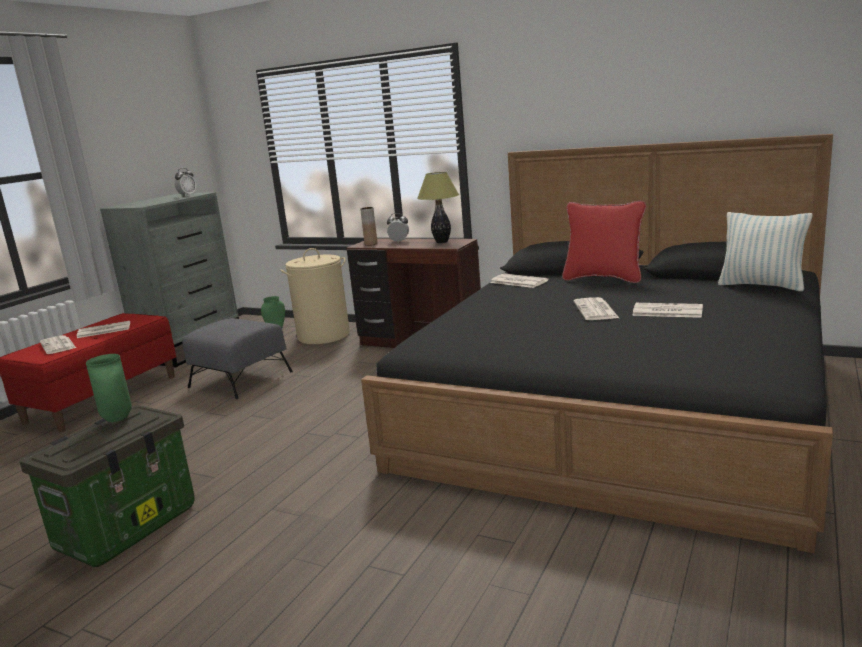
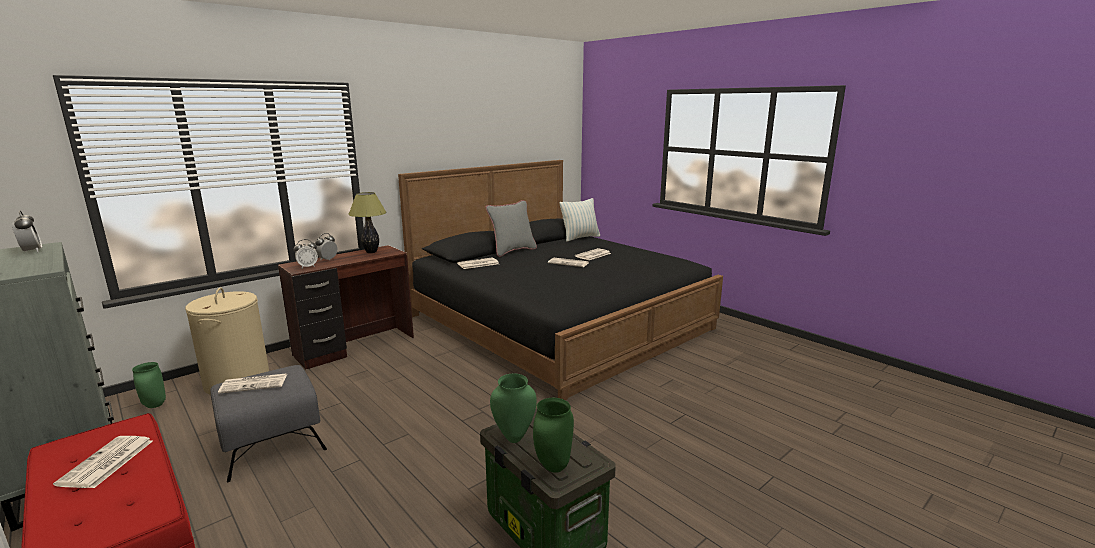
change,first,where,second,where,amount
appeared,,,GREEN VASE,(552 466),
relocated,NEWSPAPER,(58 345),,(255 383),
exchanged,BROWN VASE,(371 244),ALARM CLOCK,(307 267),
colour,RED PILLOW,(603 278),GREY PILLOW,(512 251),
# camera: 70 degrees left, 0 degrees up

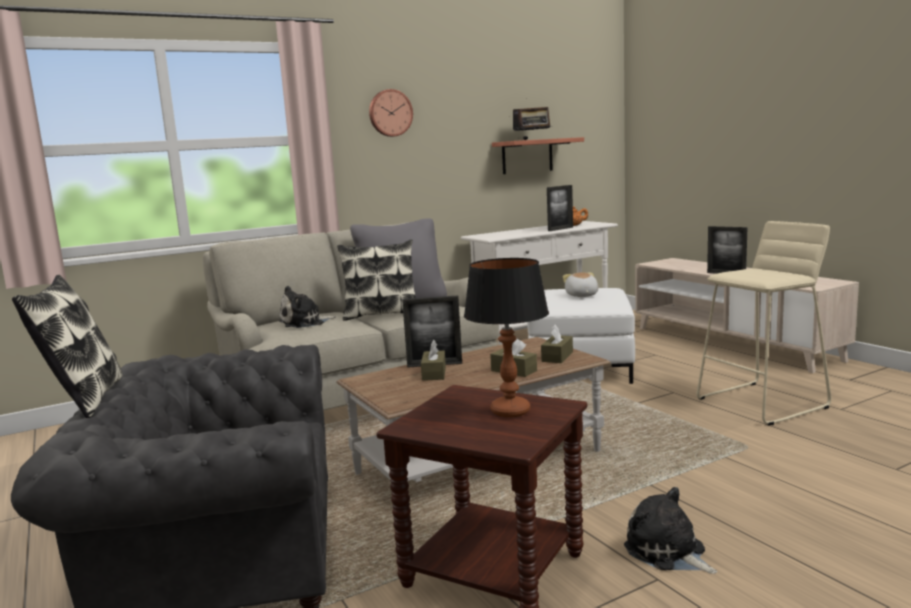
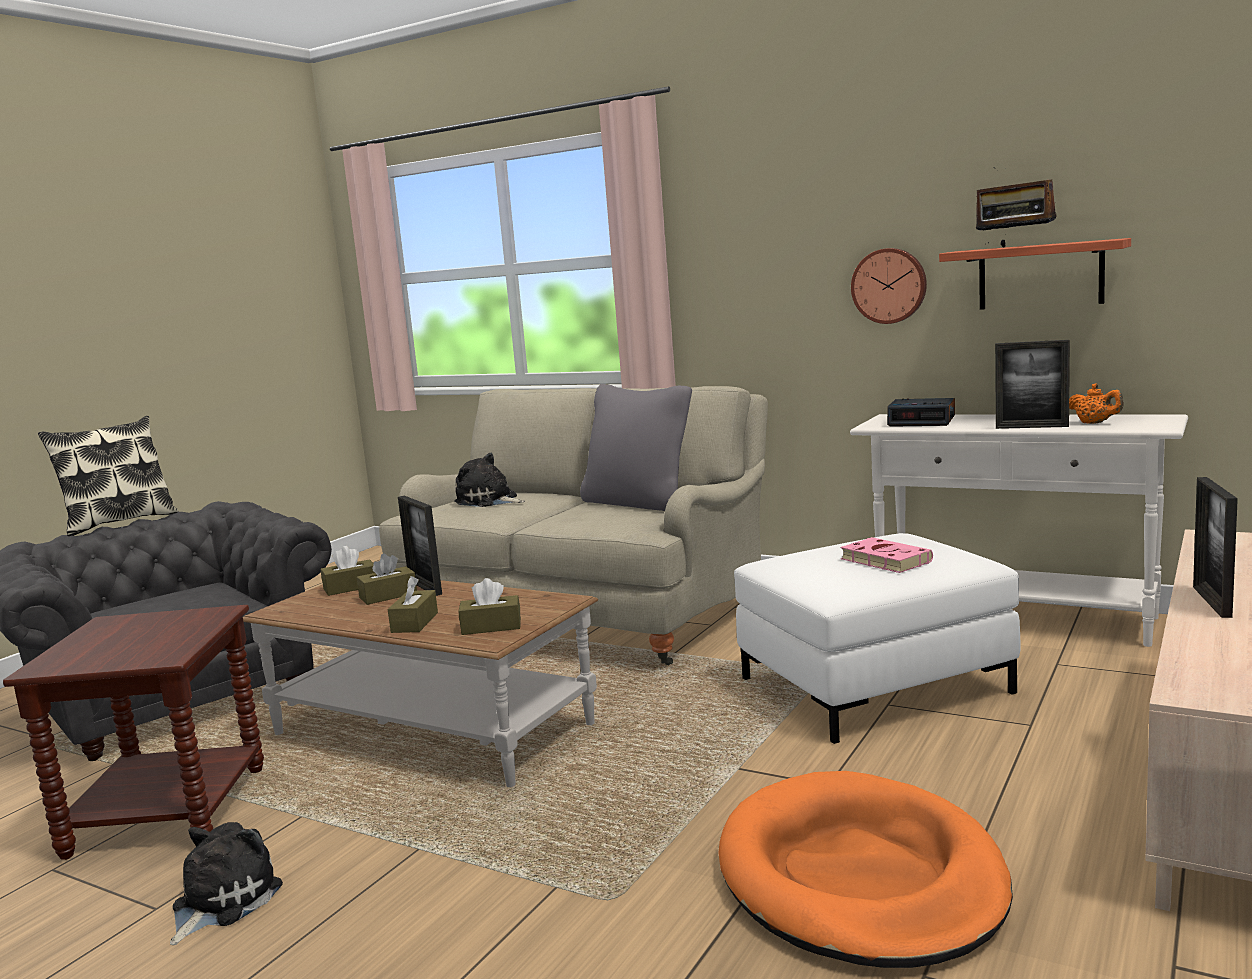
change,first,where,second,where,amount
missing,PILLOW,(381 314),,,
missing,TABLE LAMP,(510 411),,,
appeared,,,BROWN TISSUE BOX,(350 587),
appeared,,,ALARM CLOCK,(922 421),
relocated,WALL CLOCK,(390 113),,(889 285),
exchanged,PLUSH TOY,(581 295),PINK BOOK,(883 560),
exchanged,BEIGE STOOL,(762 403),ORANGE DOG BED,(860 877),
# camera: 60 degrees right, 0 degrees up

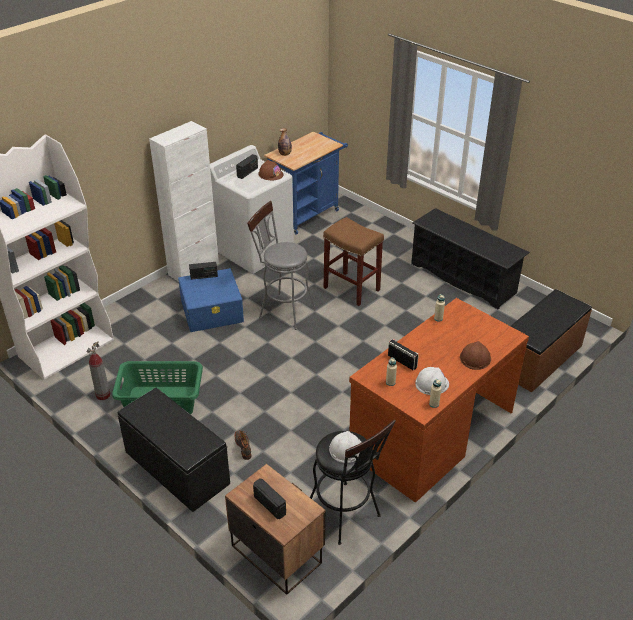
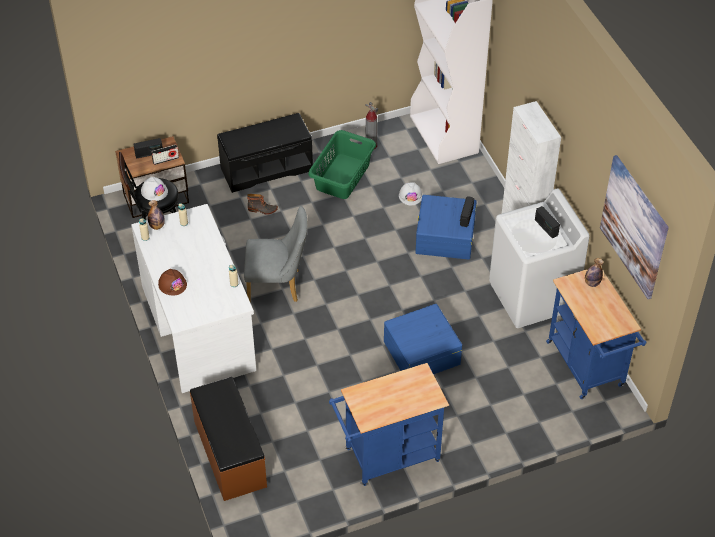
change,first,where,second,where,amount
missing,GREY STOOL,(282 310),,,
missing,BROWN HARD HAT,(270 174),,,
appeared,,,BOTTLE,(157 226),
appeared,,,GREY CHAIR,(278 286),
appeared,,,PICTURE,(634 227),
relocated,RADIO,(402 361),,(165 160),
relocated,WHITE HARD HAT,(431 383),,(410 196),
exchanged,BROWN STOOL,(352 289),BLUE STORAGE BOX,(421 352),
exchanged,BLACK SHOE RACK,(463 278),BLUE CART,(386 457),
colour,BROWN DESK,(431 432),WHITE DESK,(198 327),
# camera: 115 degrees right, 10 degrees up

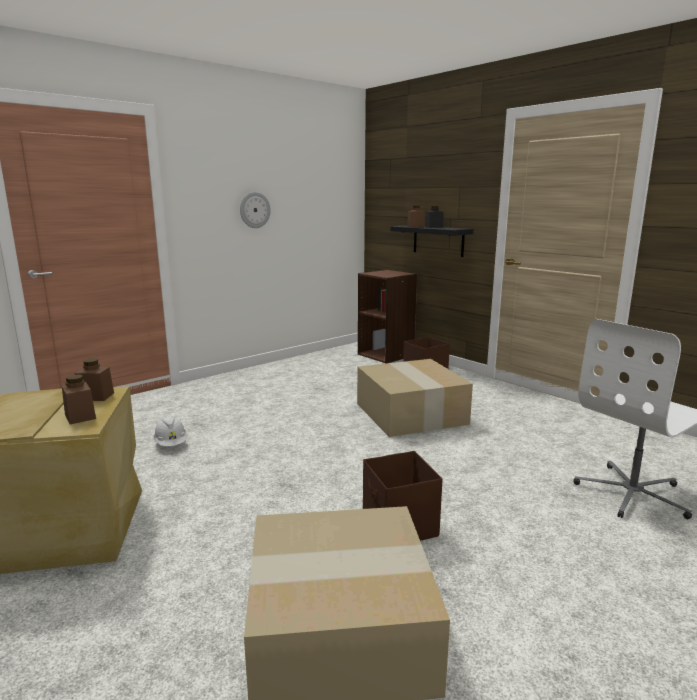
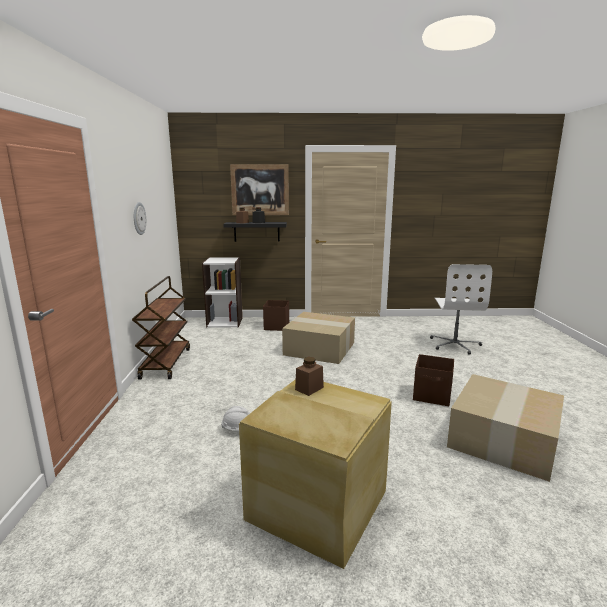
change,first,where,second,where,amount
missing,BROWN JAR,(80 416),,,
appeared,,,BROWN CART,(165 363),
appeared,,,PICTURE,(260 190),
colour,BROWN BOOKCASE,(386 355),WHITE BOOKCASE,(225 322),
# camera: 50 degrees left, 0 degrees up

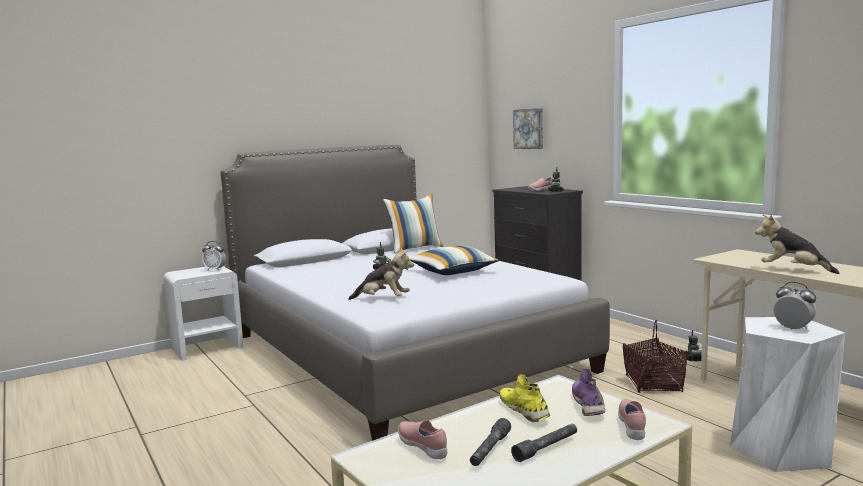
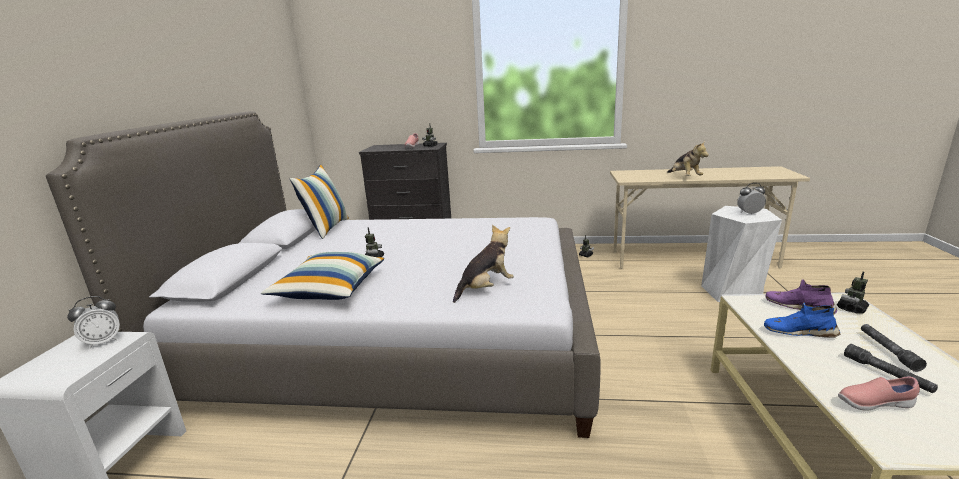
change,first,where,second,where,amount
missing,PICTURE,(529 128),,,
missing,BASKET,(653 384),,,
relocated,PILLOW,(452 272),,(329 289),
exchanged,PINK SHOE,(633 426),TOY ROBOT,(851 309),
colour,YELLOW SHOE,(525 410),BLUE SHOE,(798 332),
spun,PLUSH TOY,(792 270),,(684 177),90 degrees counterclockwise
# camera: 50 degrees left, 10 degrees up

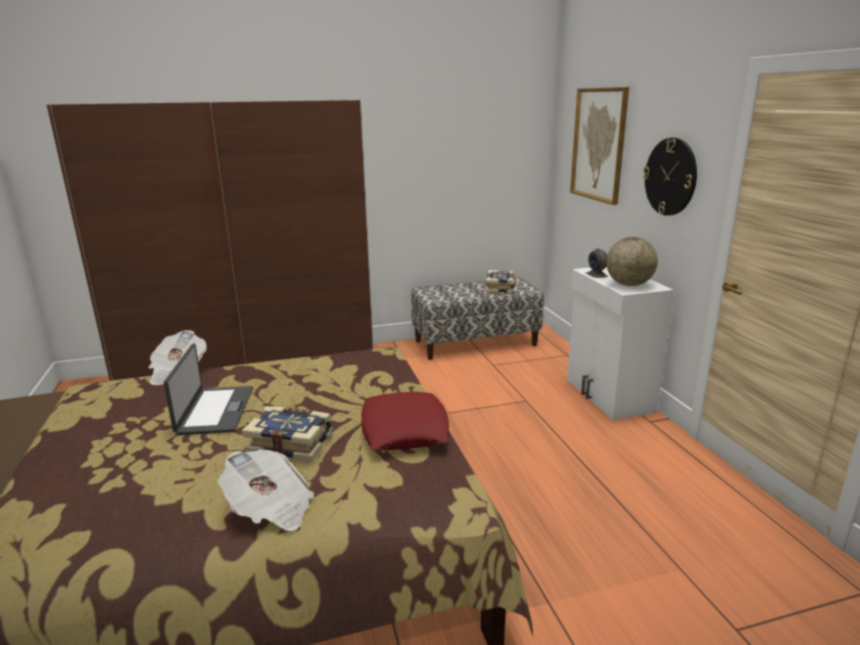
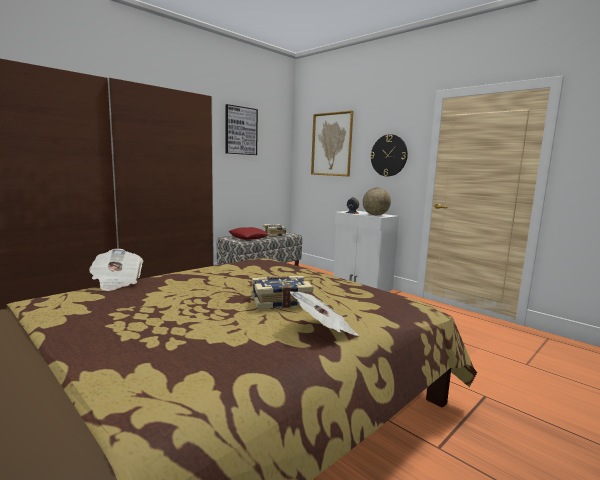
change,first,where,second,where,amount
missing,LAPTOP,(214 410),,,
appeared,,,PICTURE,(241 131),
relocated,RED PILLOW,(404 429),,(248 237),
# camera: 30 degrees left, 10 degrees down

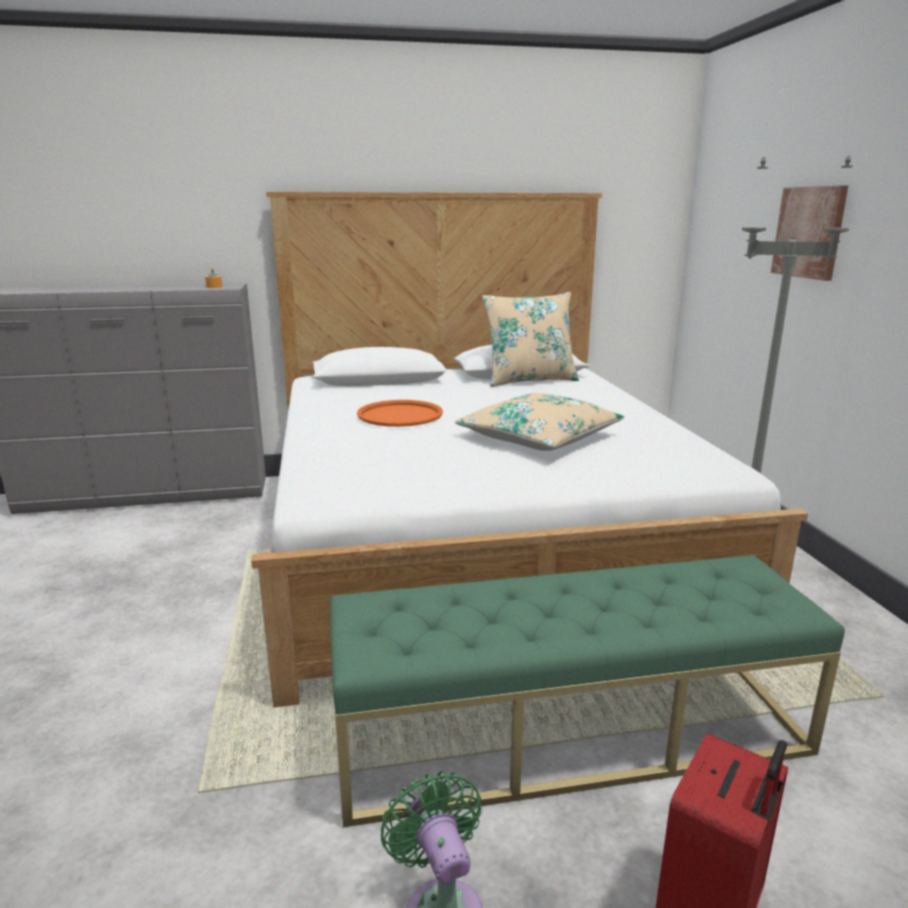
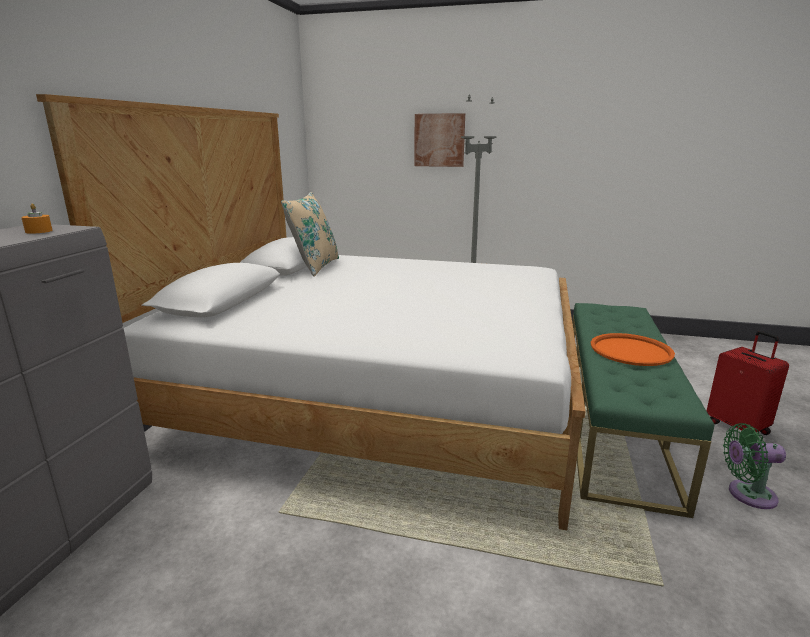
change,first,where,second,where,amount
missing,BEIGE PILLOW,(539 438),,,
relocated,ORANGE TRAY,(400 415),,(631 350),
# camera: 65 degrees left, 0 degrees up

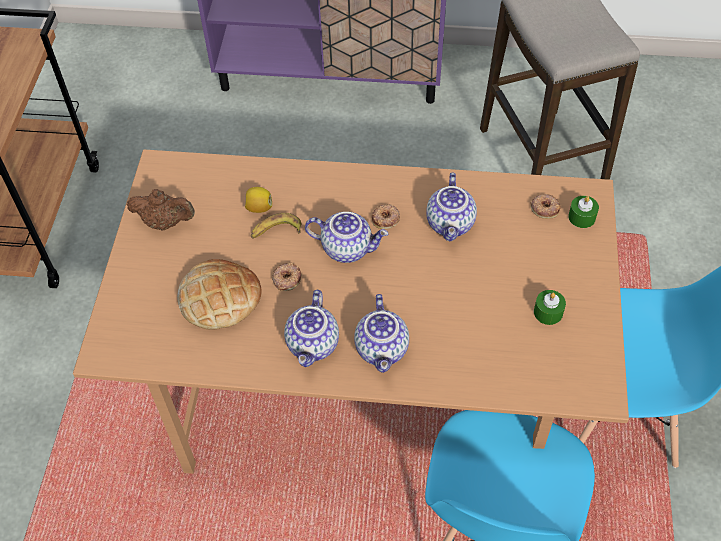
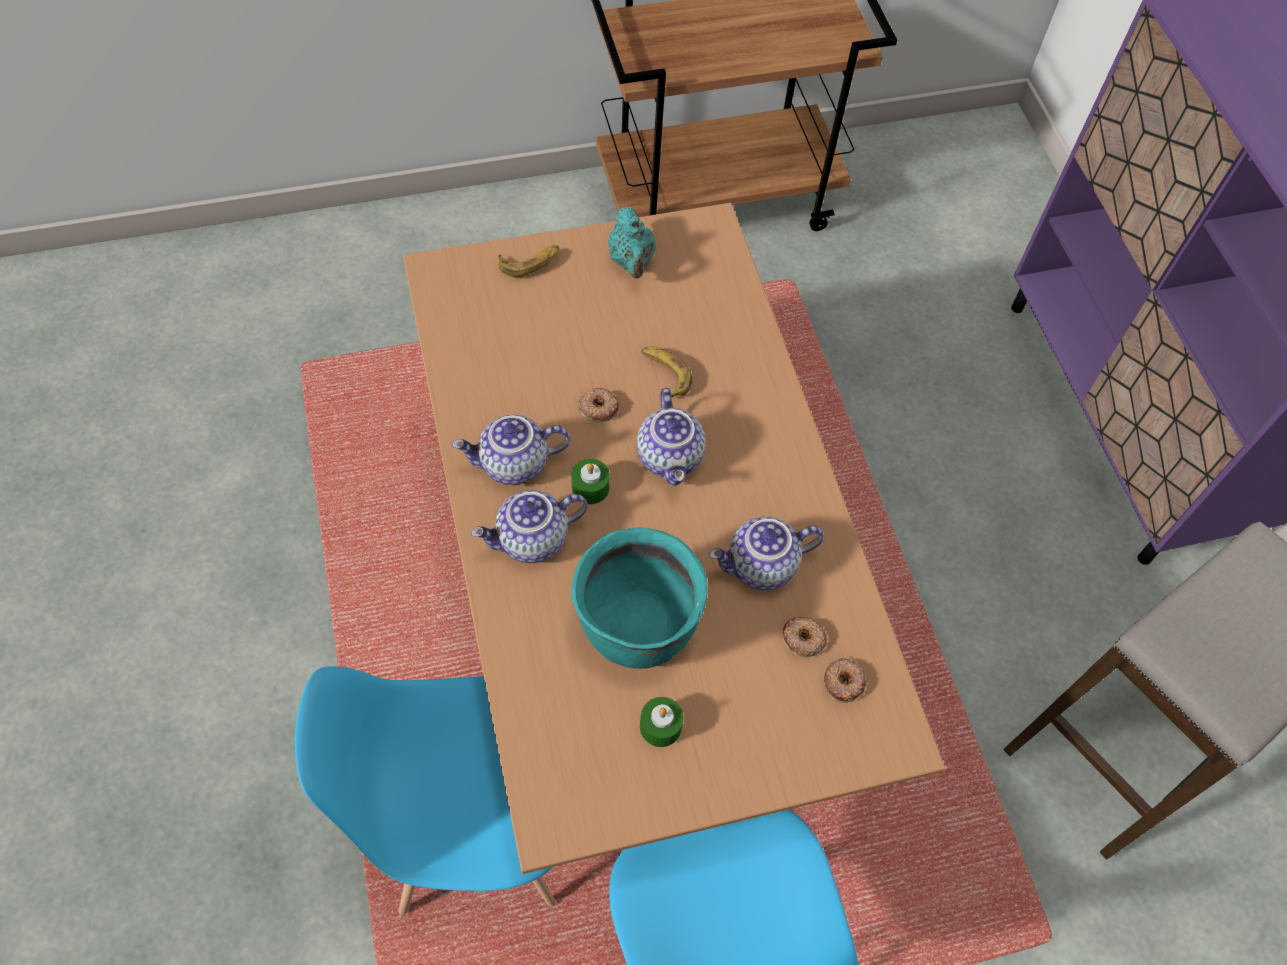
change,first,where,second,where,amount
missing,BREAD,(219 298),,,
missing,LEMON,(259 208),,,
appeared,,,BANANA,(530 263),
appeared,,,TURQUOISE COOKING POT,(636 626),
relocated,DONUT,(386 218),,(803 639),
relocated,GREEN CANDLE,(581 217),,(590 487),
colour,BROWN TEAPOT,(165 222),TURQUOISE TEAPOT,(631 261),
# camera: 65 degrees right, 5 degrees up

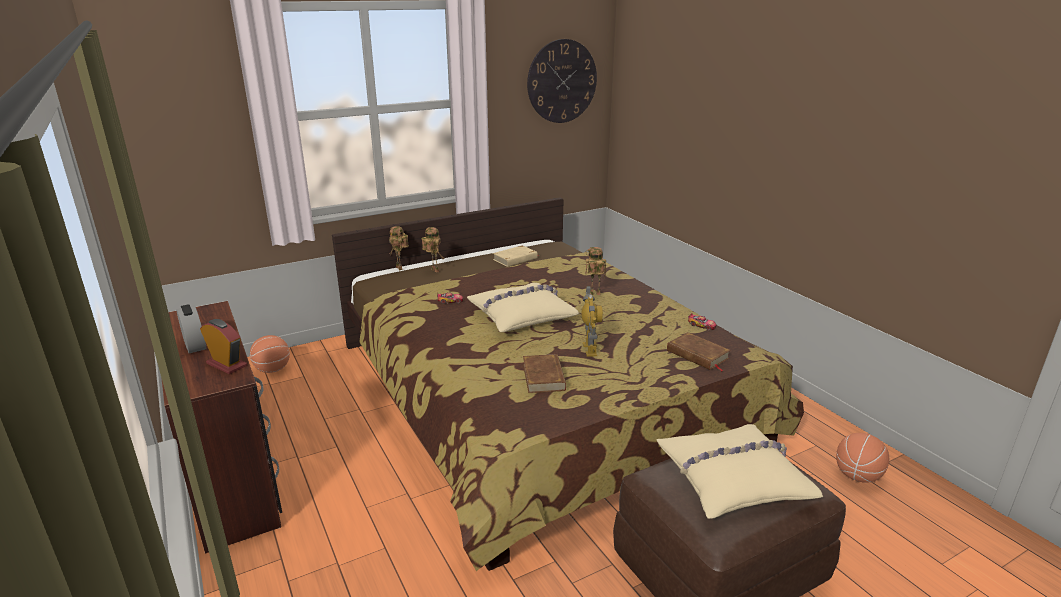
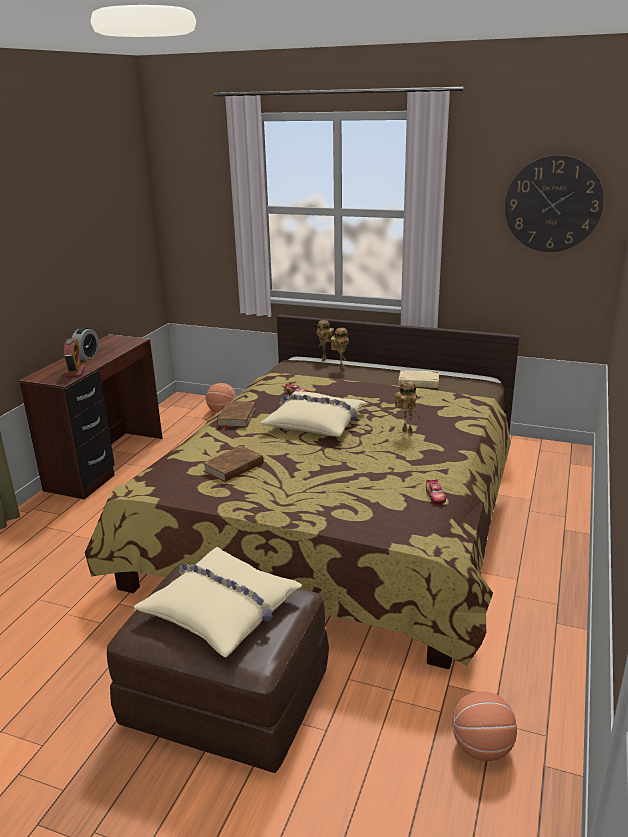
change,first,where,second,where,amount
missing,TOY ROBOT,(590 349),,,
relocated,BROWN BOOK,(697 355),,(236 417),
# camera: 50 degrees right, 0 degrees up

